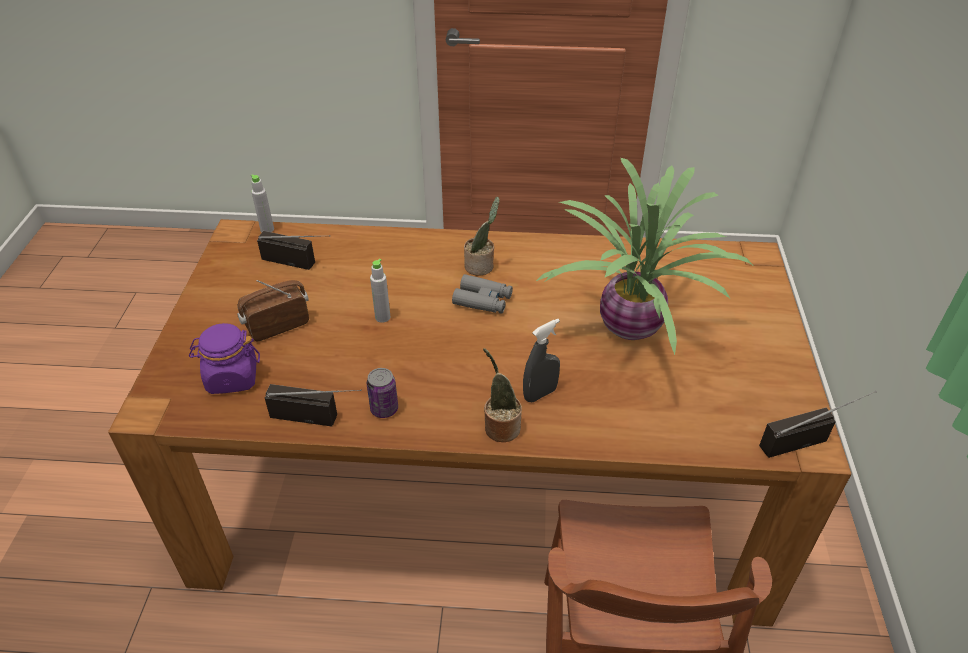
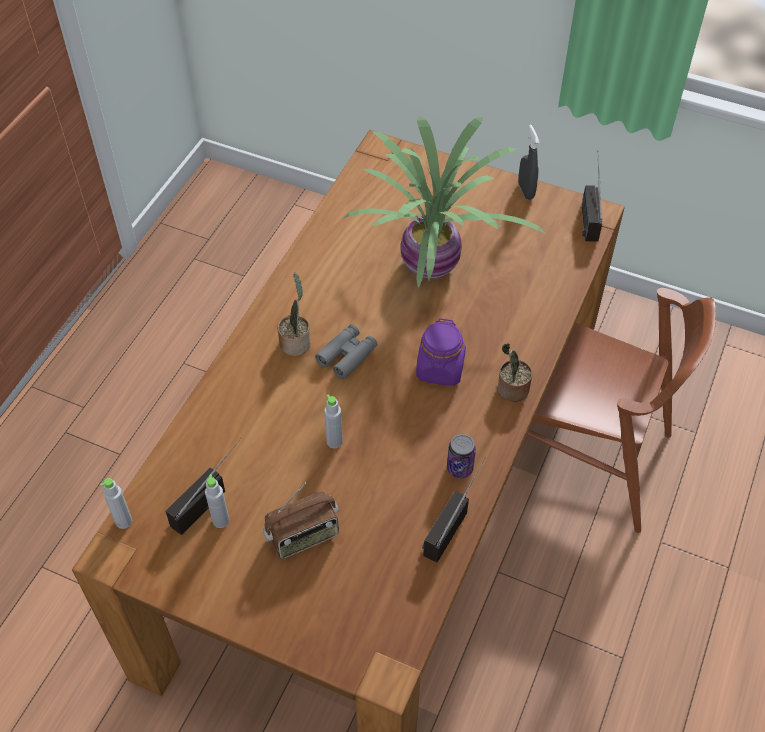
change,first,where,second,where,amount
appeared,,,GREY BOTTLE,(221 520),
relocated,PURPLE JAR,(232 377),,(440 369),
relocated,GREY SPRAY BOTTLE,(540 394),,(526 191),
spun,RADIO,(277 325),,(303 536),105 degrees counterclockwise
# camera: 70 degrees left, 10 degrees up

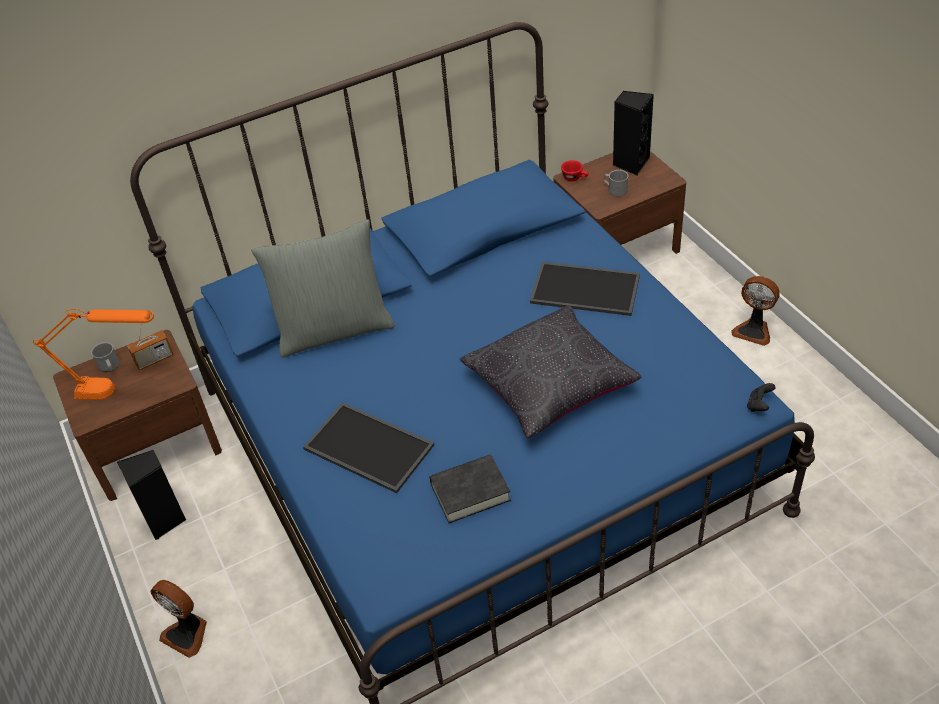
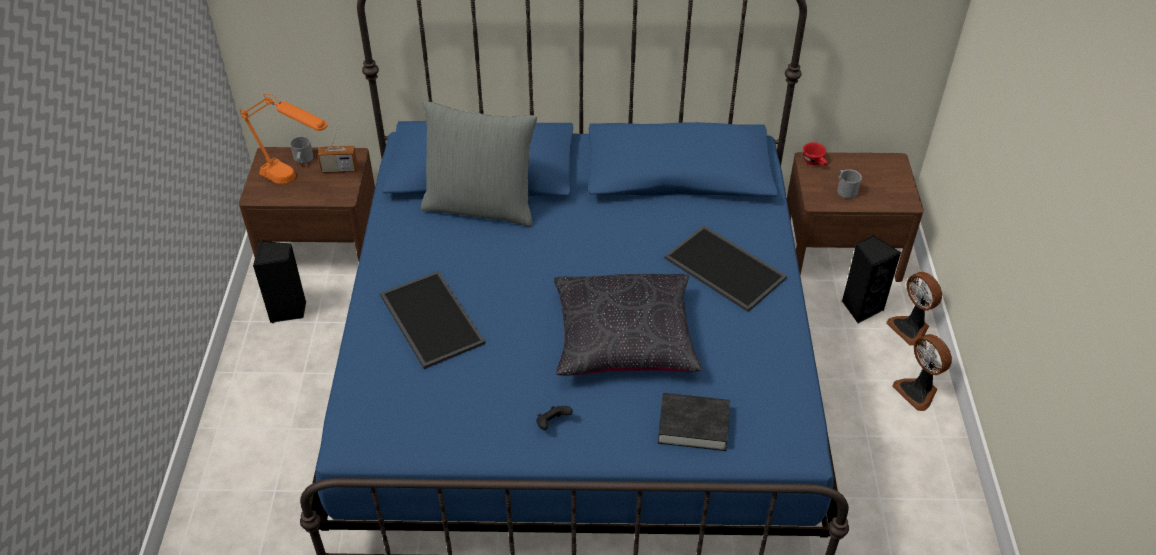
change,first,where,second,where,amount
relocated,FAN,(187 633),,(910 328),
relocated,BLACK BOOK,(470 492),,(693 425),
relocated,BLACK SPEAKER,(630 163),,(861 307),
relocated,BLACK GAME CONTROLLER,(759 405),,(552 424),
# camera: 25 degrees right, 0 degrees up

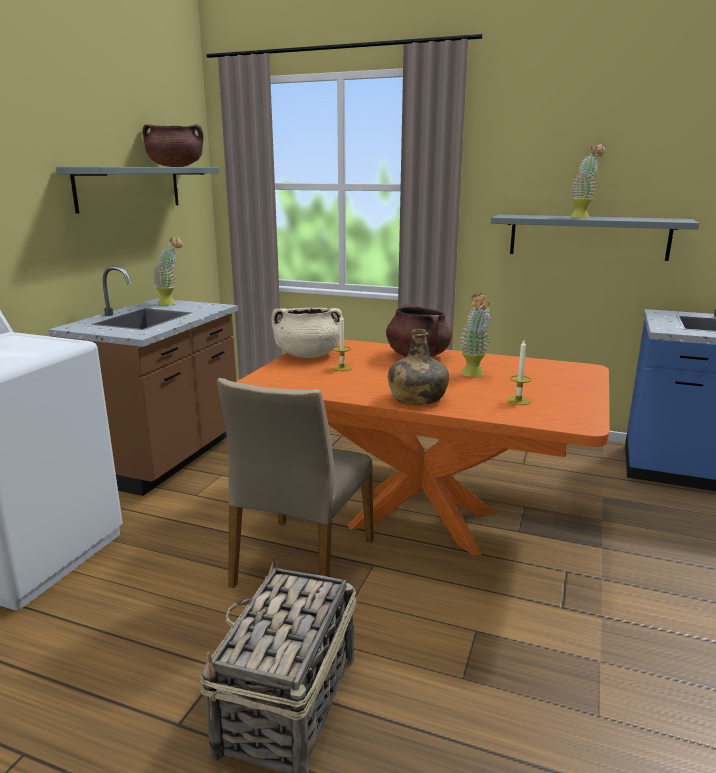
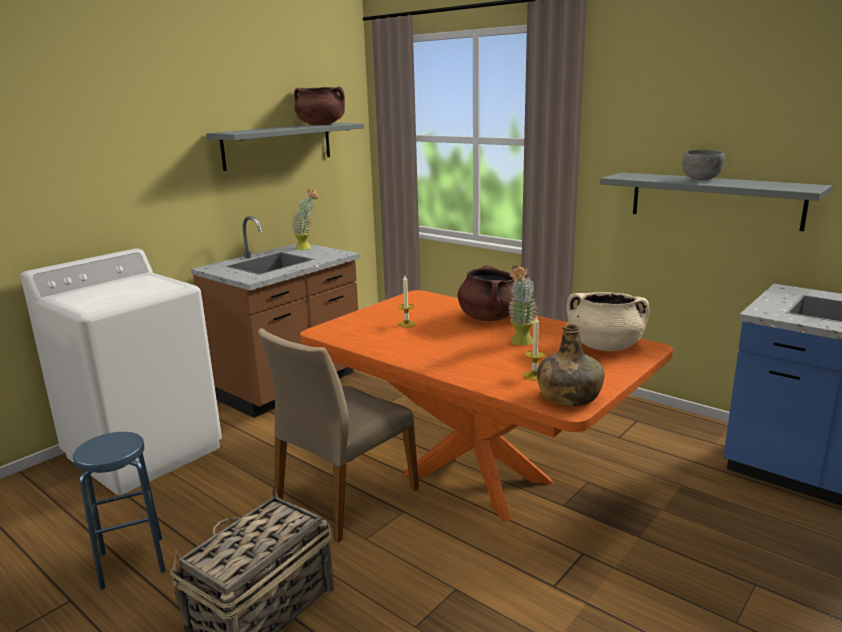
change,first,where,second,where,amount
appeared,,,BLUE STOOL,(132 562),
relocated,BEIGE COOKING POT,(308 355),,(604 346),
relocated,GREEN BOTTLE,(416 398),,(568 397),
exchanged,POTTED PLANT,(582 217),GREY BOWL,(702 179),
# camera: 20 degrees right, 0 degrees up

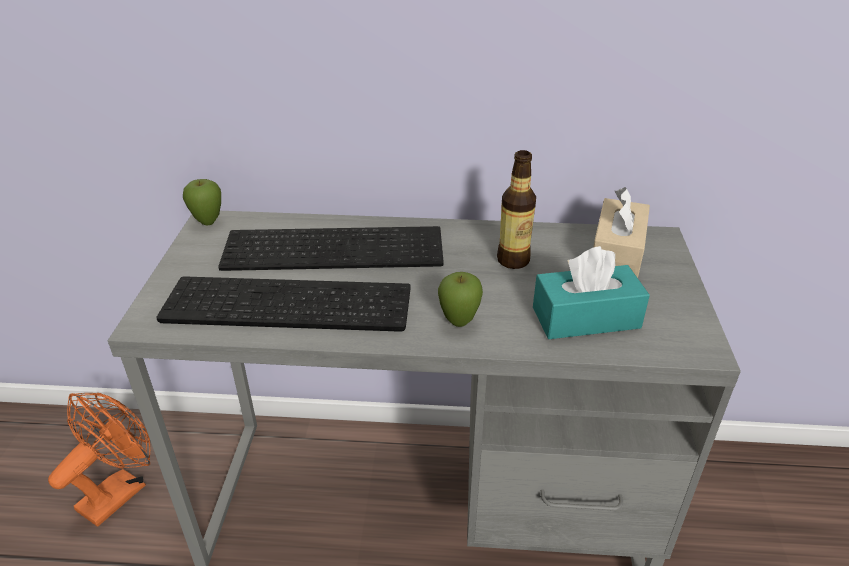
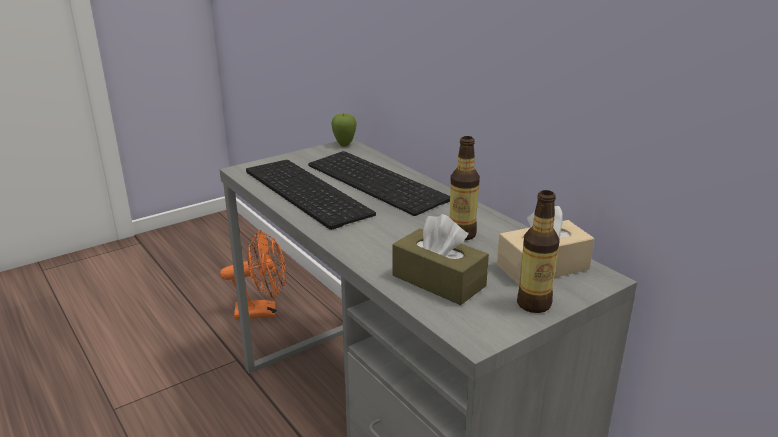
change,first,where,second,where,amount
missing,APPLE,(459 322),,,
appeared,,,BOTTLE,(534 304),
colour,TURQUOISE TISSUE BOX,(586 318),BROWN TISSUE BOX,(438 281),
# camera: 50 degrees right, 10 degrees down

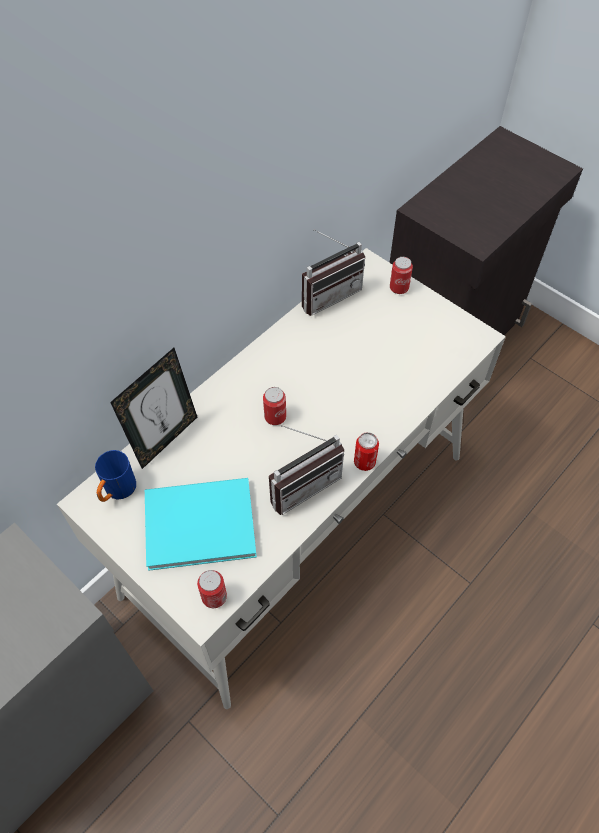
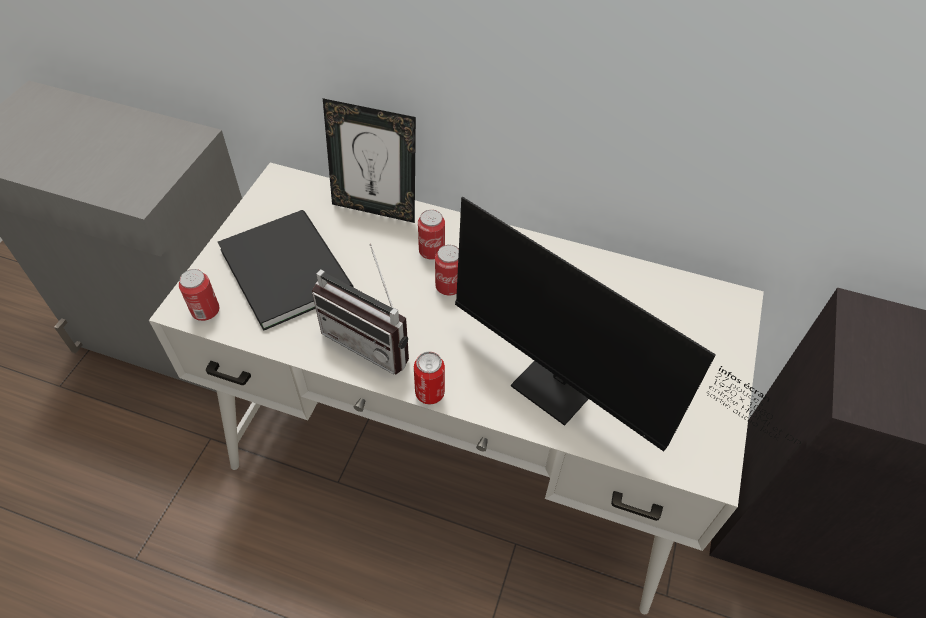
change,first,where,second,where,amount
missing,BLUE MUG,(117 491),,,
missing,RADIO,(328 294),,,
appeared,,,MONITOR,(565 393),
relocated,CAN,(399 288),,(431 251),
colour,TURQUOISE BOOK,(196 522),BLACK BOOK,(287 266),
# camera: 65 degrees right, 5 degrees down

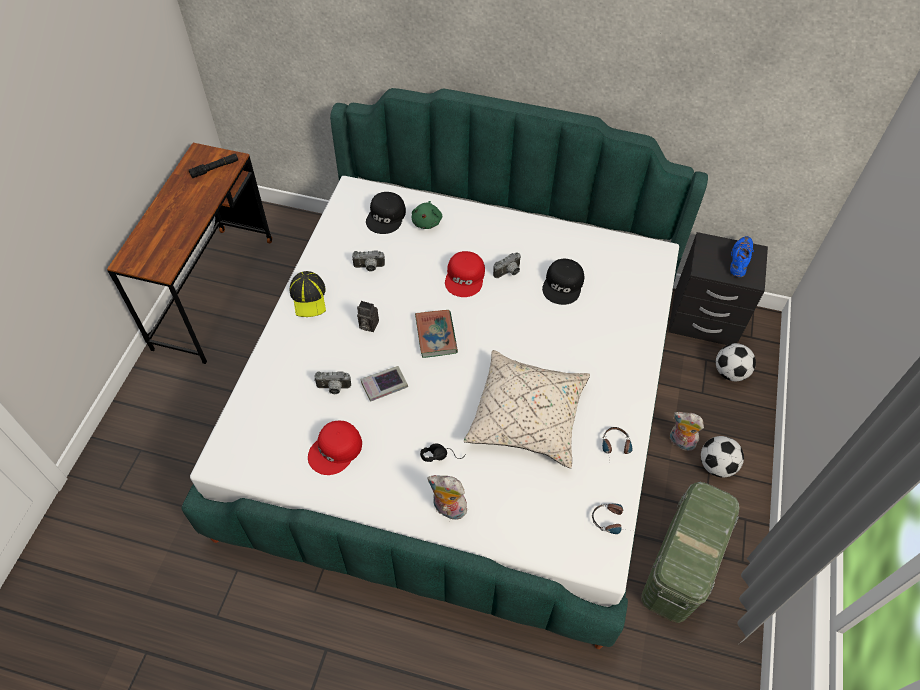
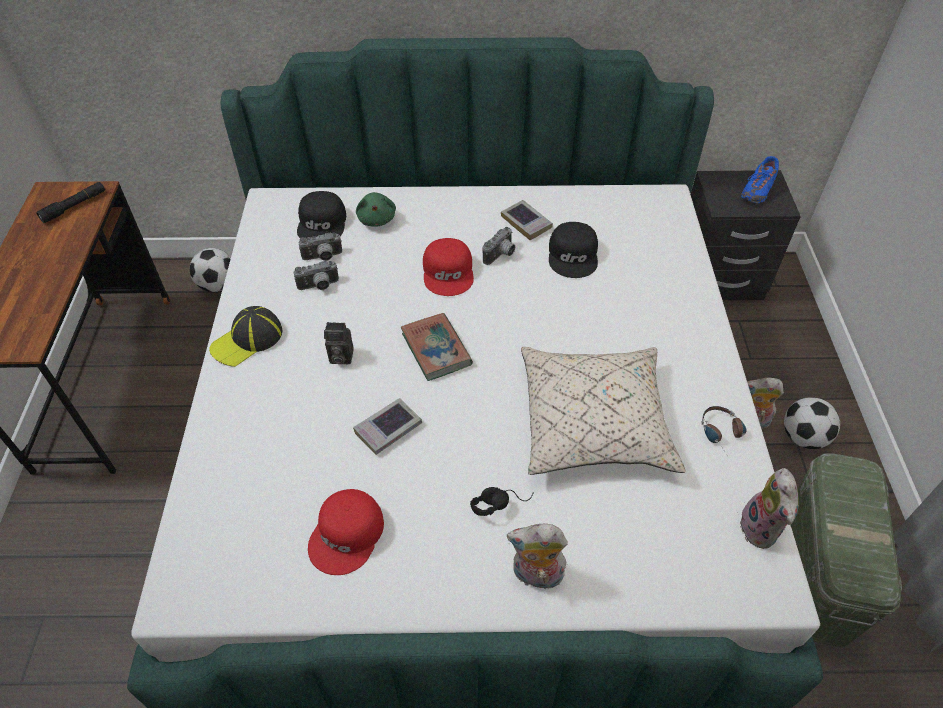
change,first,where,second,where,amount
appeared,,,BOOK,(526 223),
relocated,PHOTO CAMERA,(333 388),,(323 258),
relocated,FOOTBALL,(730 372),,(218 285),
exchanged,HEADPHONES,(613 521),PLUSH TOY,(762 529),
spun,CAP,(309 297),,(247 340),75 degrees clockwise
spun,BLUE SHOE,(739 260),,(757 190),150 degrees counterclockwise
# camera: 15 degrees left, 5 degrees down

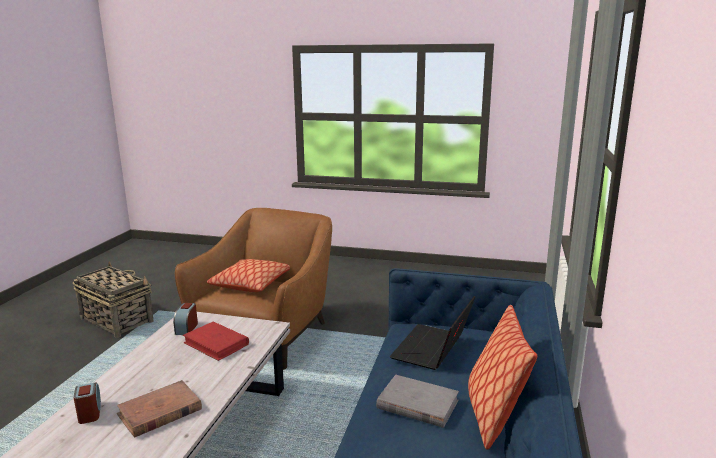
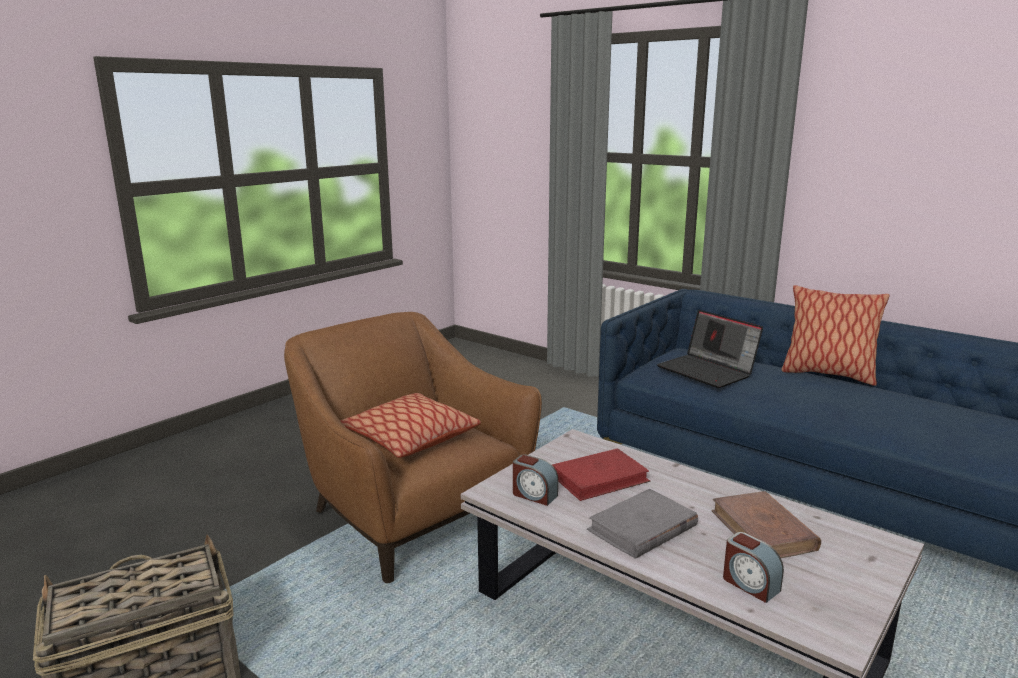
change,first,where,second,where,amount
relocated,GREY BOOK,(417 404),,(642 528),
spun,ALARM CLOCK,(90 412),,(750 584),135 degrees counterclockwise
# camera: 65 degrees left, 0 degrees up

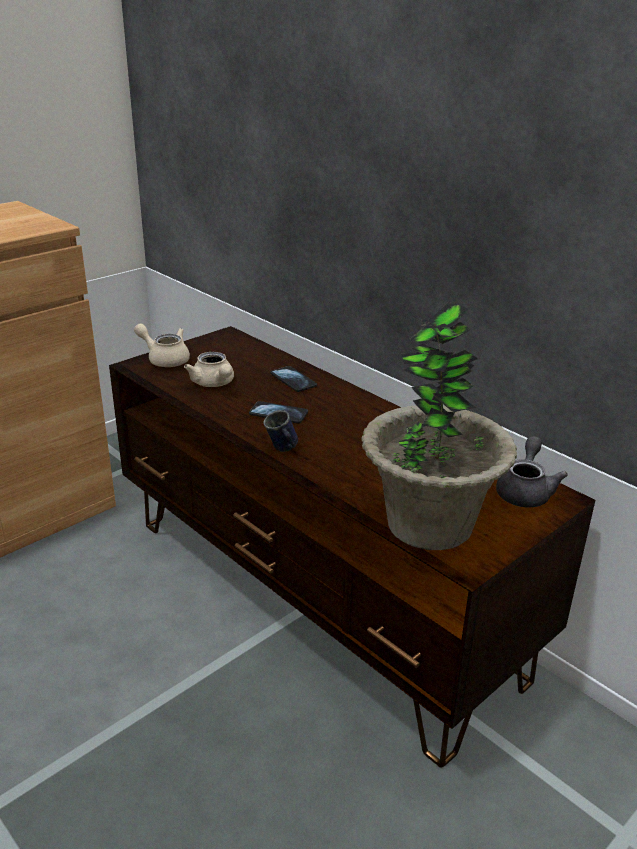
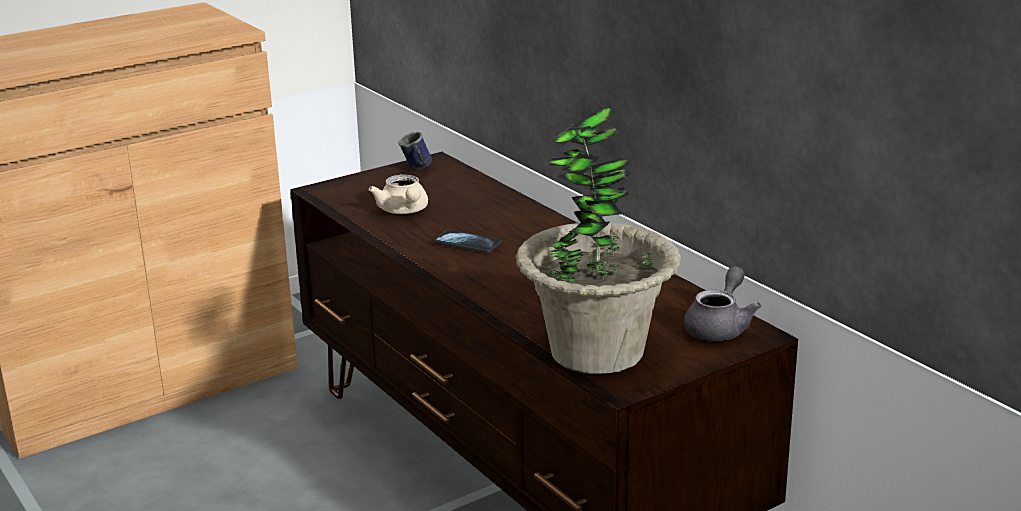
change,first,where,second,where,amount
missing,BEIGE TEAPOT,(165 359),,,
missing,PHONE,(293 380),,,
relocated,BLUE MUG,(283 450),,(417 169),
# camera: 10 degrees right, 5 degrees down

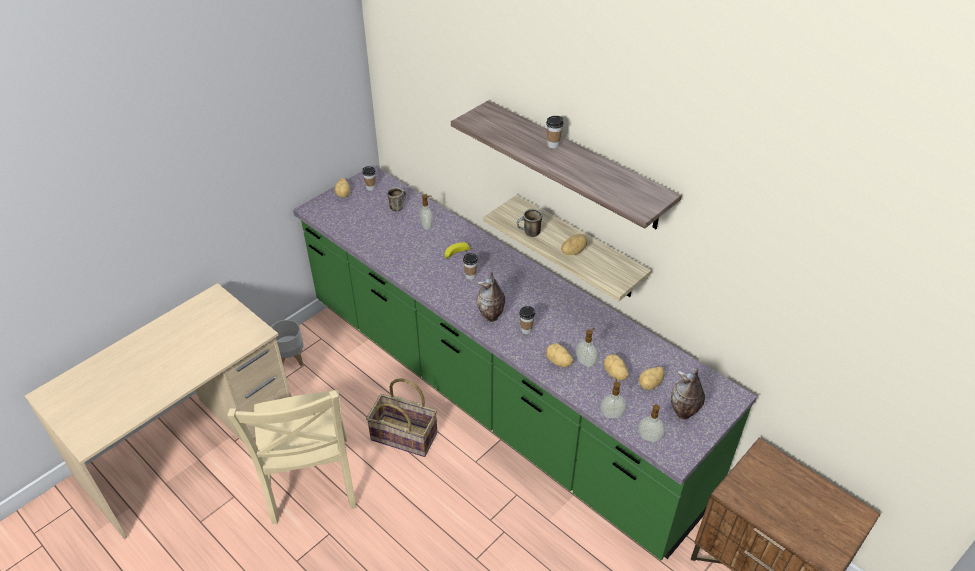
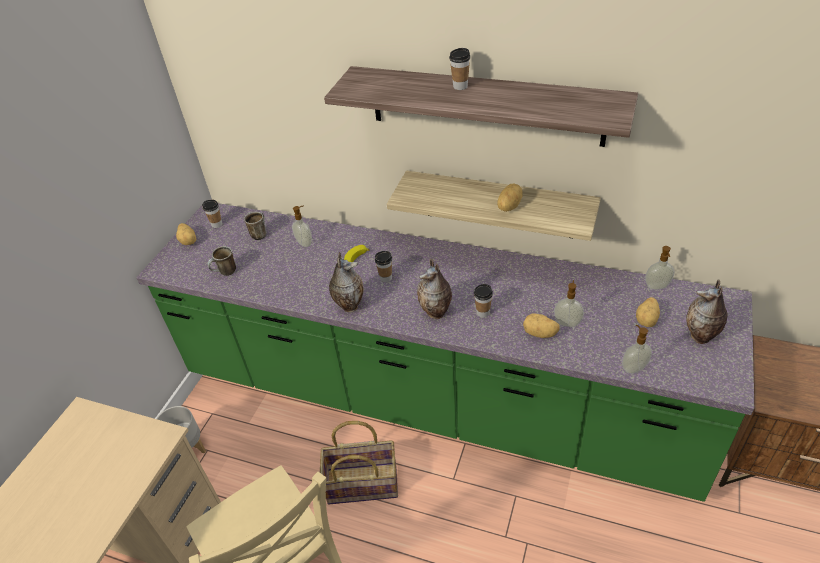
change,first,where,second,where,amount
missing,POTATO,(614 374),,,
appeared,,,VASE,(349 305),
relocated,MUG,(529 233),,(225 273),
relocated,SOAP DISPENSER,(649 438),,(657 287),
# camera: 20 degrees left, 0 degrees up

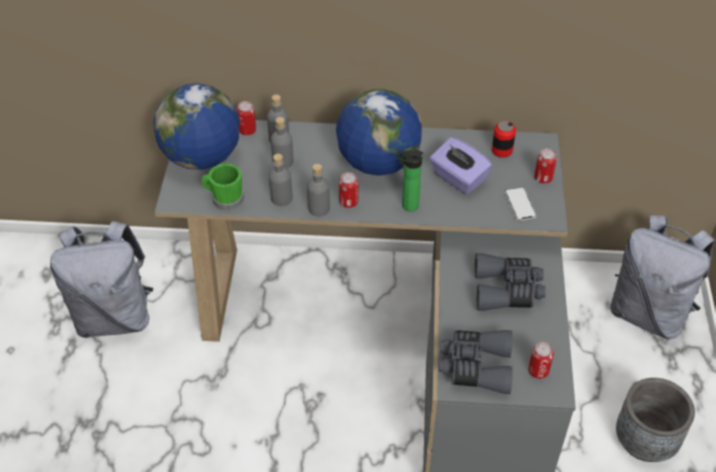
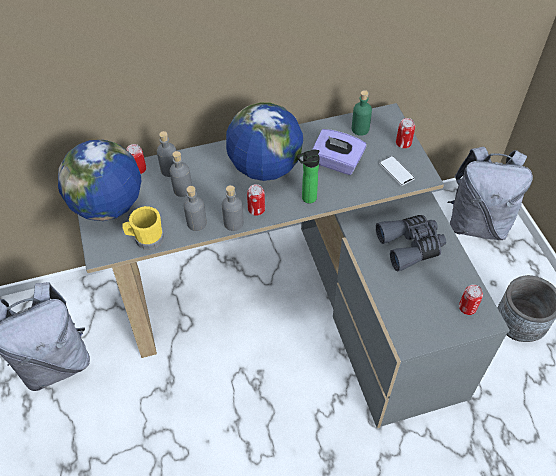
change,first,where,second,where,amount
missing,GREY BINOCULARS,(475 366),,,
exchanged,CAN,(502 150),GREEN BOTTLE,(360 129),
colour,GREEN MUG,(224 199),YELLOW MUG,(146 239),
# camera: 20 degrees left, 5 degrees up

